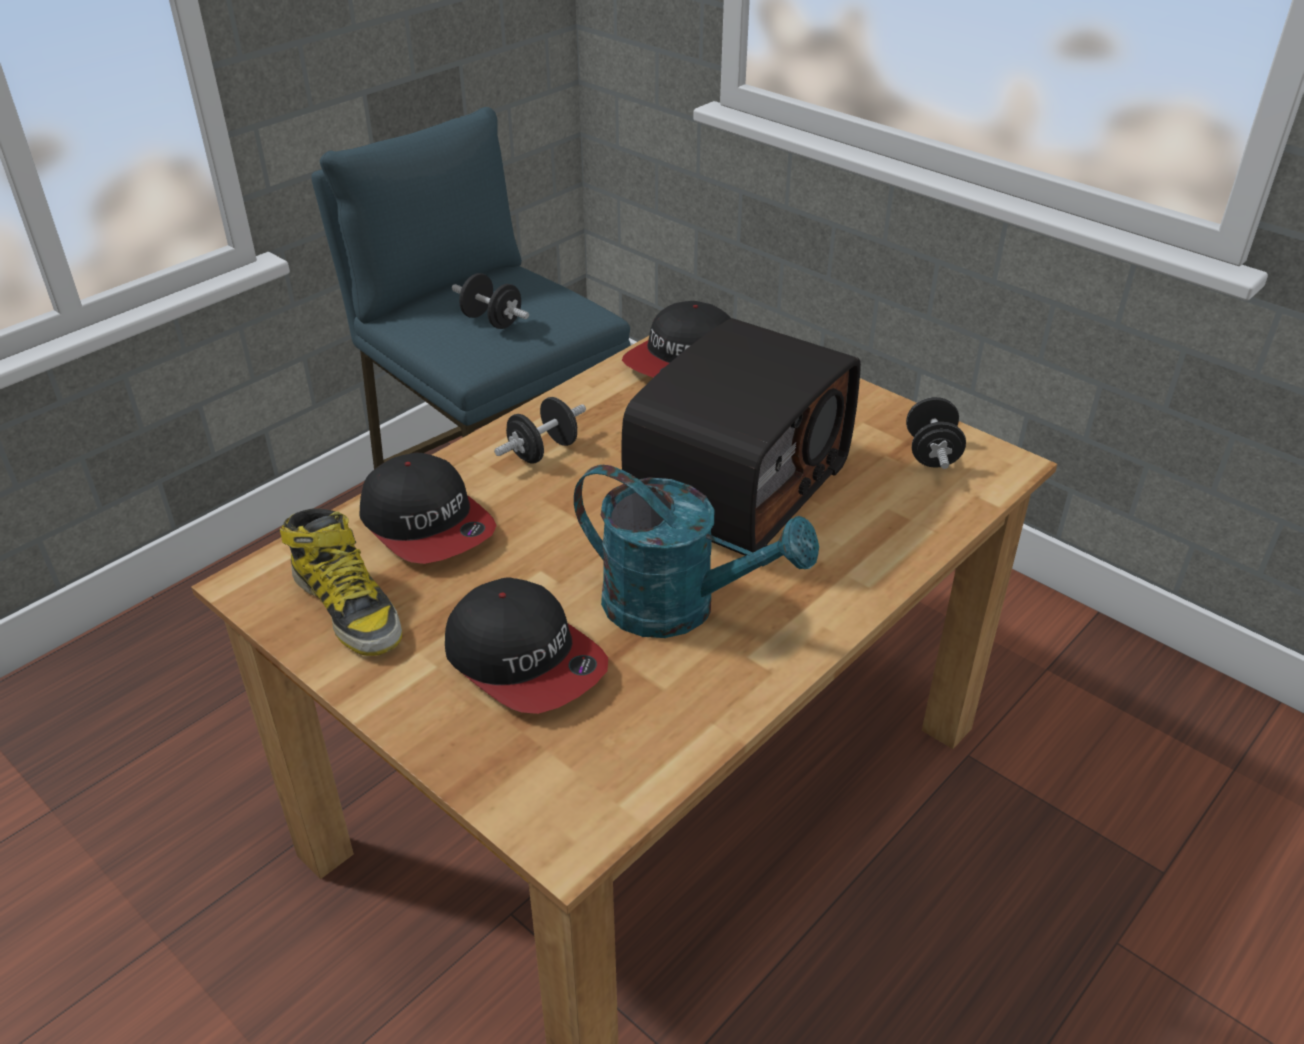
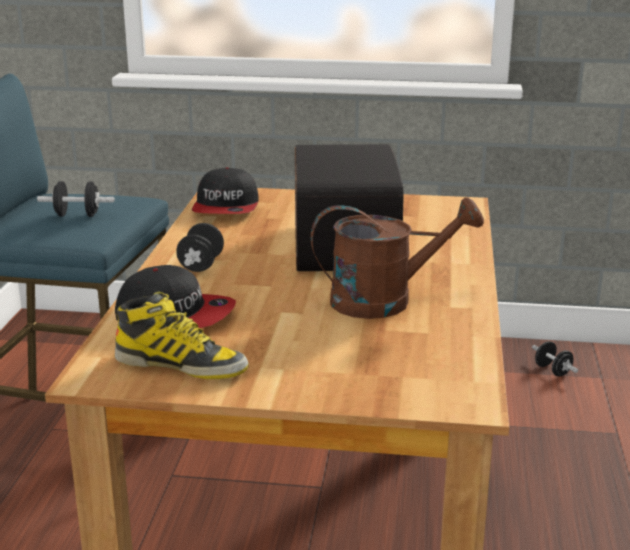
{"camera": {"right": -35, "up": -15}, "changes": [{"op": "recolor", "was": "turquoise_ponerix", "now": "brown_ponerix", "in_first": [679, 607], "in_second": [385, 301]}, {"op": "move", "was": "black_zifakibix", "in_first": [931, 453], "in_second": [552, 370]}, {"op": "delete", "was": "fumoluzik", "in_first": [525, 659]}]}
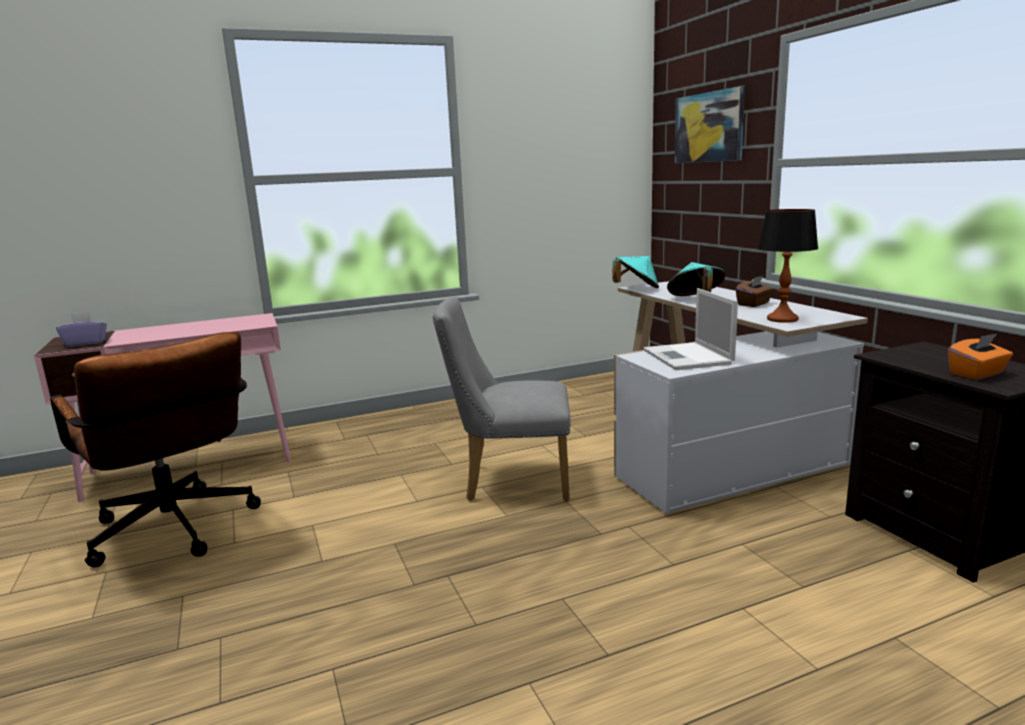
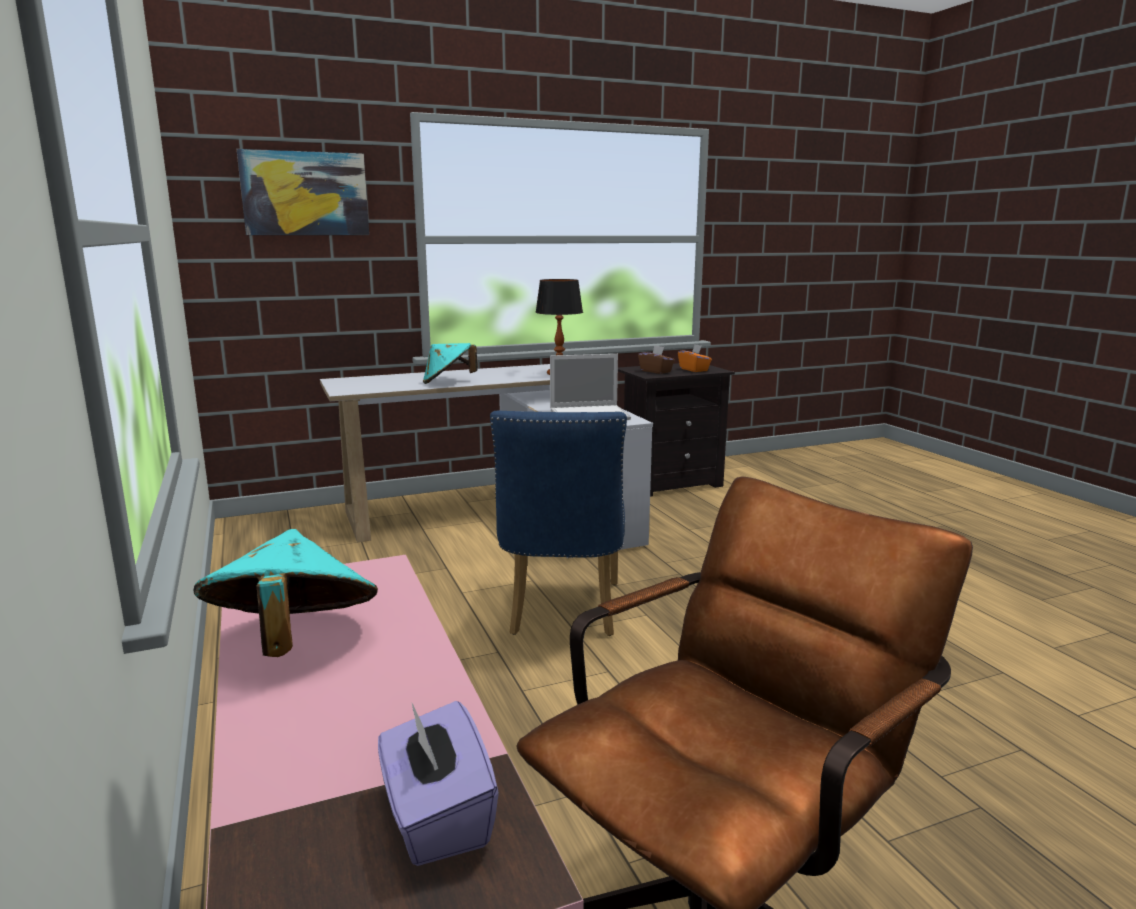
{"camera": {"right": -90, "up": 0}, "changes": [{"op": "move", "was": "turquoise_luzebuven", "in_first": [636, 289], "in_second": [292, 642]}, {"op": "recolor", "was": "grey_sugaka", "now": "blue_sugaka", "in_first": [509, 481], "in_second": [562, 613]}, {"op": "move", "was": "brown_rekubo", "in_first": [753, 304], "in_second": [656, 371]}]}
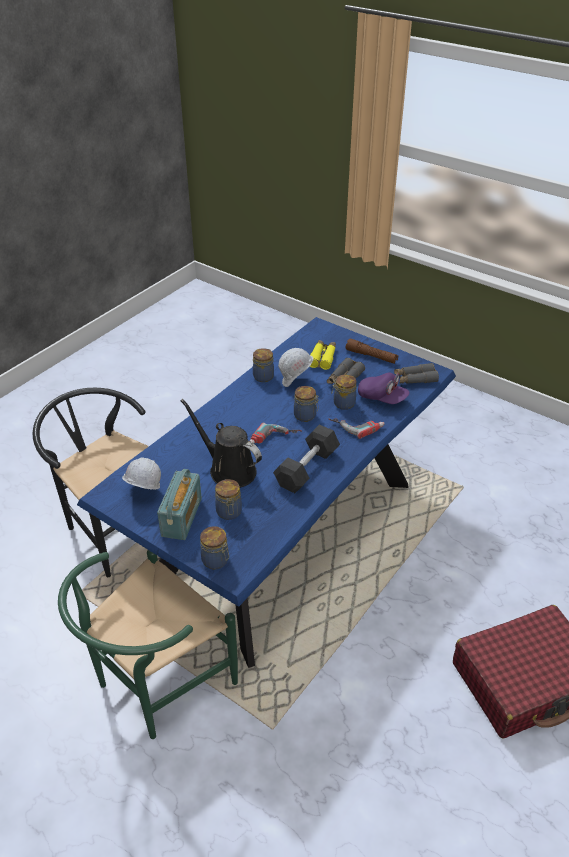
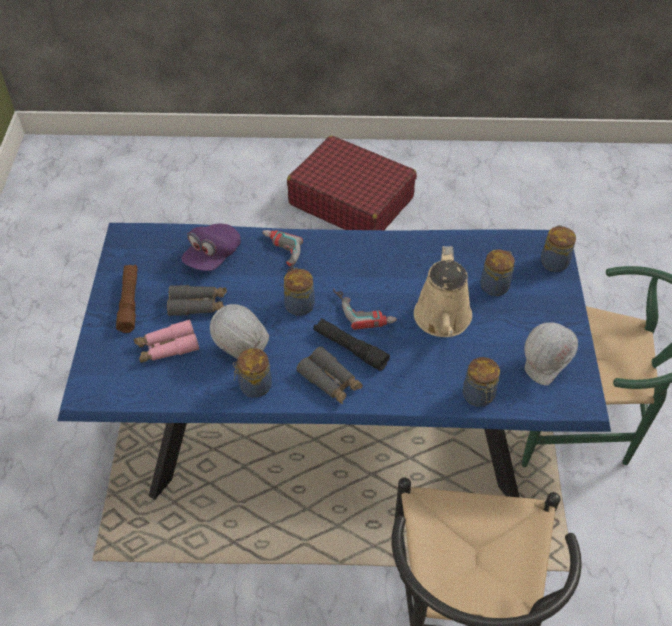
{"camera": {"right": -125, "up": 10}, "changes": [{"op": "recolor", "was": "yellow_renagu", "now": "pink_renagu", "in_first": [322, 358], "in_second": [167, 347]}, {"op": "rotate", "was": "purple_fumoluzik", "in_first": [382, 398], "in_second": [212, 256], "clockwise": -150}, {"op": "move", "was": "grey_renagu", "in_first": [415, 379], "in_second": [330, 381]}, {"op": "insert", "now": "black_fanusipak", "in_second": [350, 348]}, {"op": "recolor", "was": "black_ponerix", "now": "beige_ponerix", "in_first": [229, 470], "in_second": [443, 320]}, {"op": "move", "was": "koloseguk", "in_first": [343, 403], "in_second": [479, 396]}, {"op": "delete", "was": "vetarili", "in_first": [182, 517]}, {"op": "delete", "was": "black_zifakibix", "in_first": [307, 468]}]}
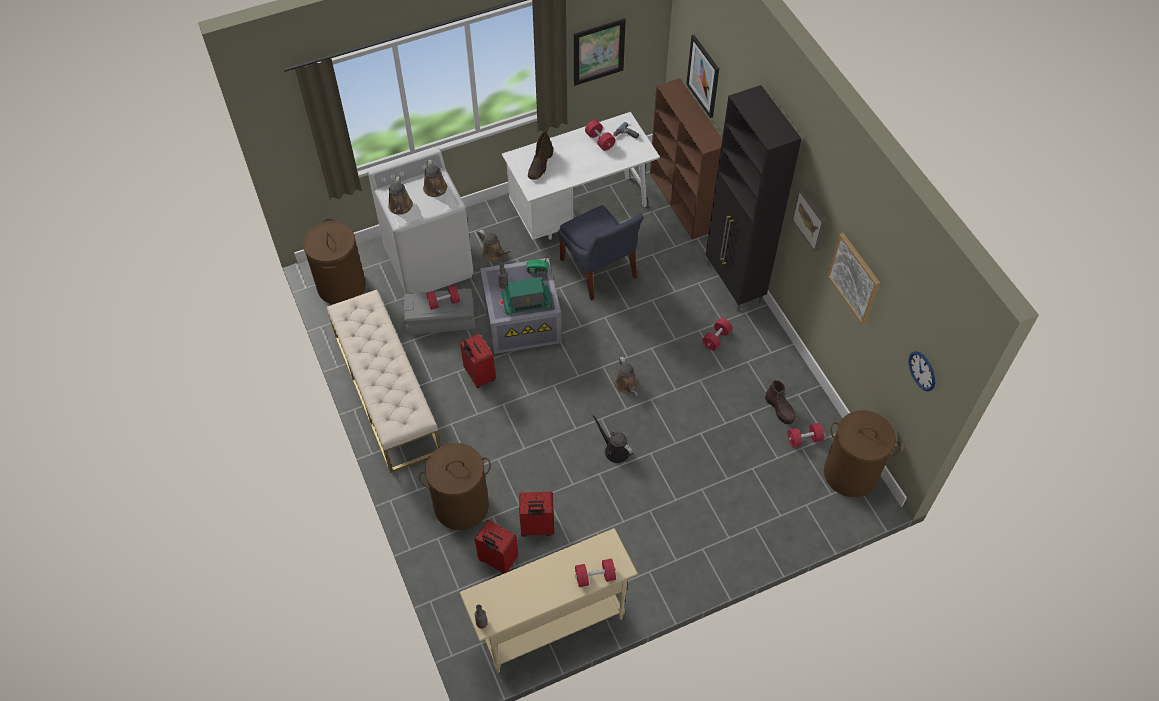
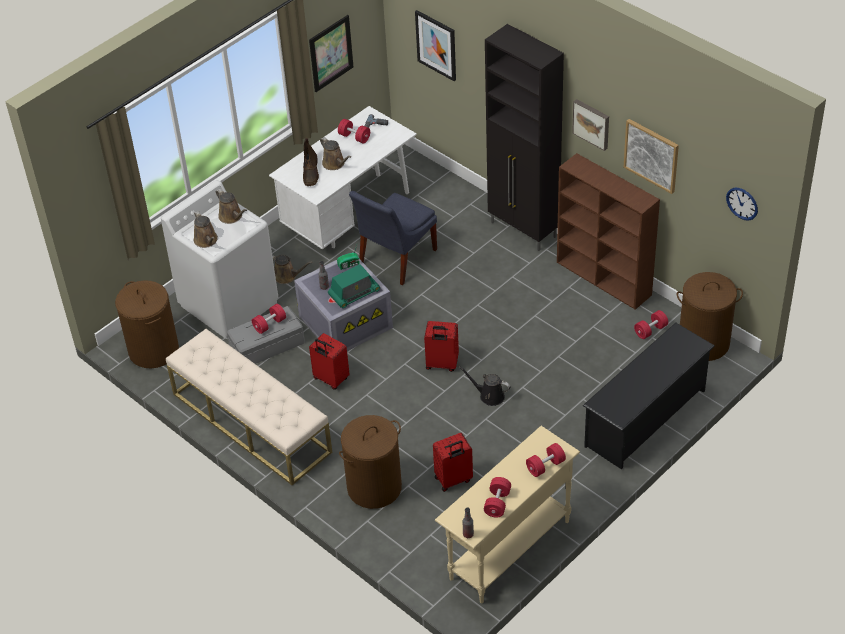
{"camera": {"right": -20, "up": -10}, "changes": [{"op": "move", "was": "brown_ponerix", "in_first": [626, 385], "in_second": [335, 164]}, {"op": "rotate", "was": "blue_sugaka", "in_first": [599, 271], "in_second": [395, 259], "clockwise": 90}, {"op": "move", "was": "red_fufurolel", "in_first": [497, 560], "in_second": [441, 364]}, {"op": "move", "was": "red_zifakibix", "in_first": [716, 339], "in_second": [497, 503]}, {"op": "move", "was": "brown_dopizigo", "in_first": [682, 202], "in_second": [604, 279]}, {"op": "insert", "now": "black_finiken", "in_second": [646, 418]}, {"op": "delete", "was": "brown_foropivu", "in_first": [780, 409]}]}
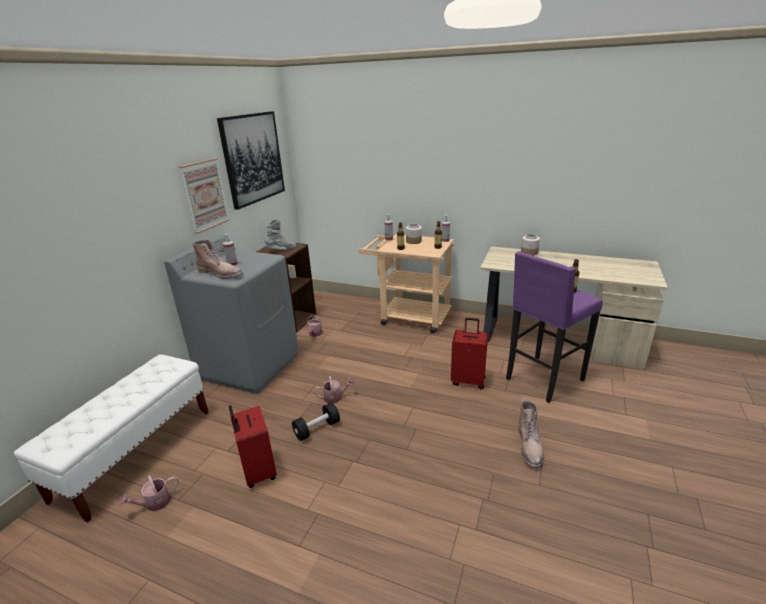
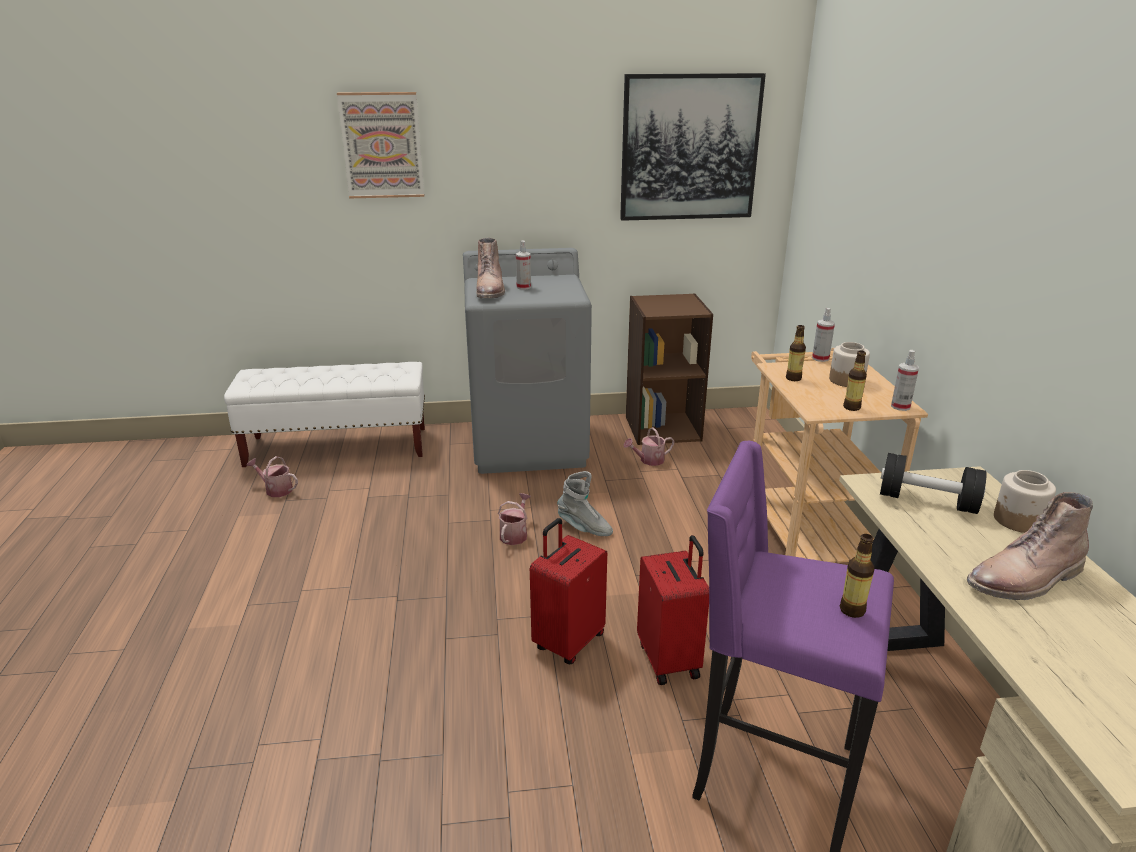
{"camera": {"right": 60, "up": 0}, "changes": [{"op": "move", "was": "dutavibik", "in_first": [205, 195], "in_second": [382, 145]}, {"op": "rotate", "was": "ponerix", "in_first": [335, 397], "in_second": [515, 534], "clockwise": -120}, {"op": "move", "was": "red_fufurolel", "in_first": [258, 472], "in_second": [568, 641]}, {"op": "move", "was": "grey_foropivu", "in_first": [281, 250], "in_second": [584, 528]}, {"op": "move", "was": "black_zifakibix", "in_first": [317, 429], "in_second": [927, 501]}, {"op": "move", "was": "brown_foropivu", "in_first": [530, 446], "in_second": [1025, 580]}]}
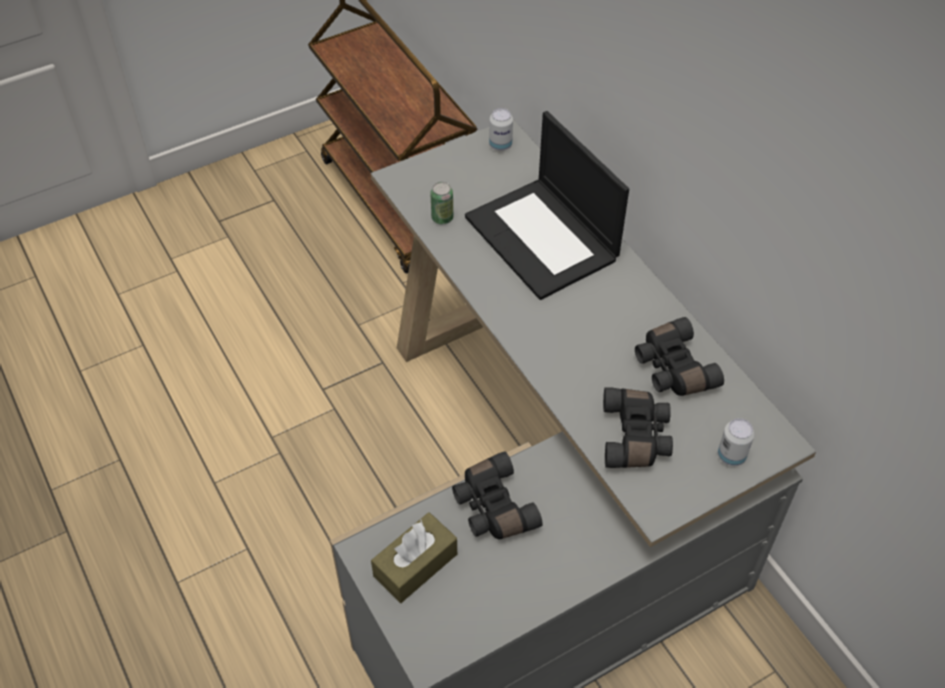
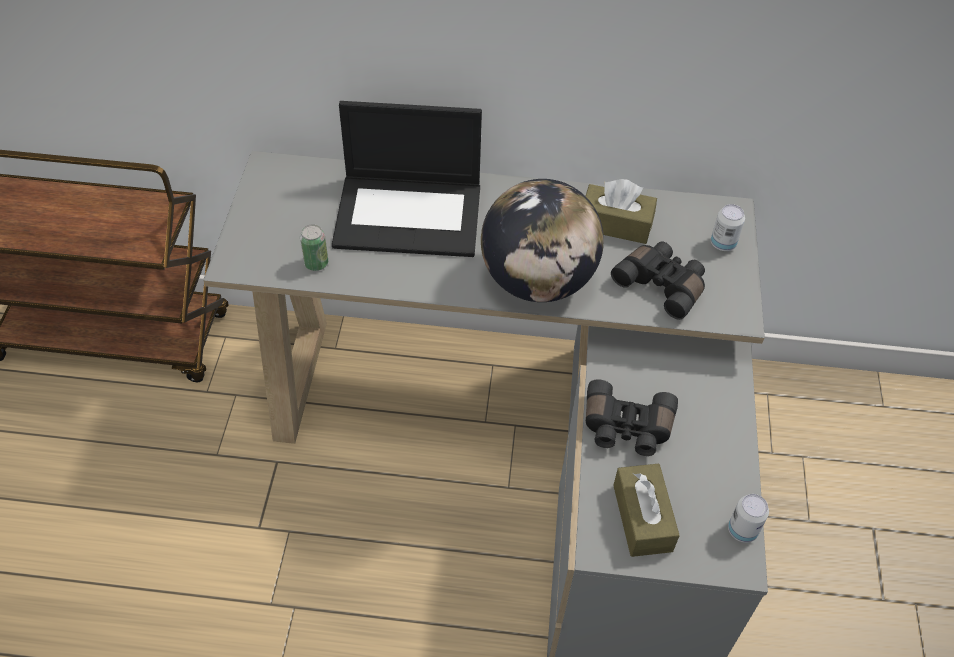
{"camera": {"right": -55, "up": 0}, "changes": [{"op": "insert", "now": "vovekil", "in_second": [537, 281]}, {"op": "replace", "was": "black_renagu", "now": "brown_rekubo", "in_first": [672, 368], "in_second": [615, 224]}, {"op": "move", "was": "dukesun", "in_first": [500, 145], "in_second": [742, 530]}]}
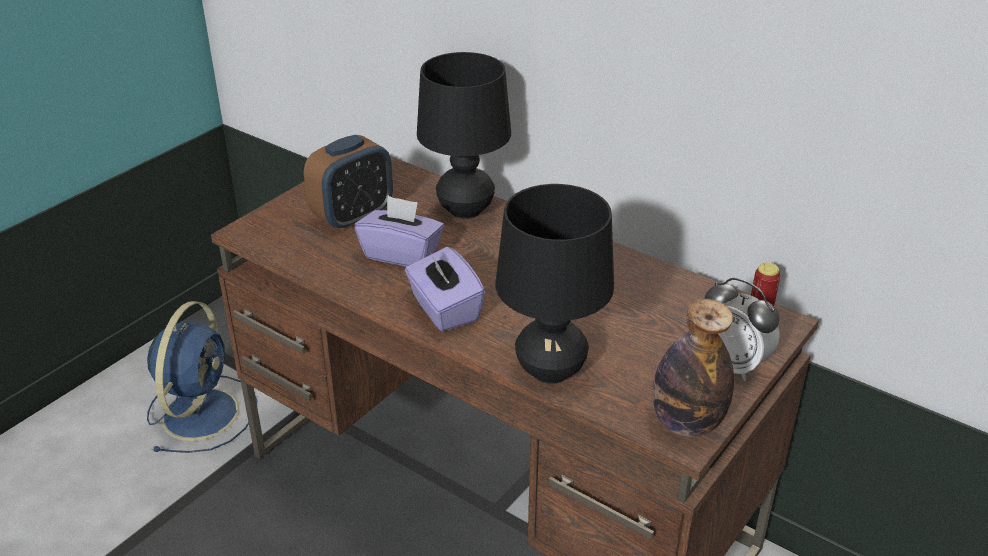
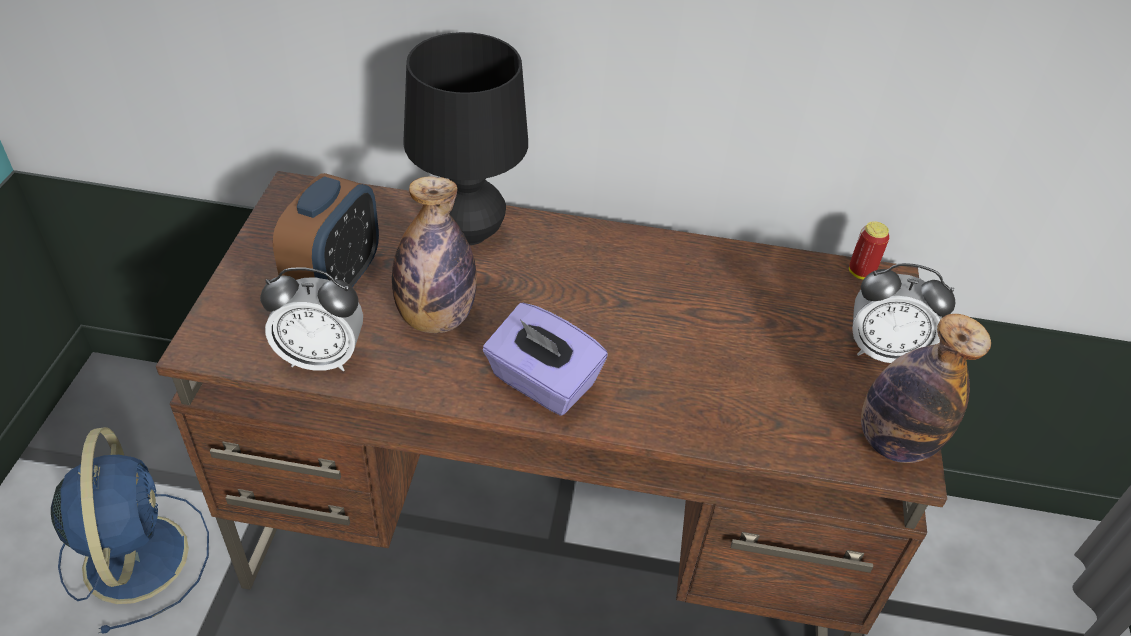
{"camera": {"right": -30, "up": 10}, "changes": [{"op": "insert", "now": "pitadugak", "in_second": [321, 358]}, {"op": "replace", "was": "purple_rekubo", "now": "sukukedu", "in_first": [402, 254], "in_second": [436, 318]}, {"op": "delete", "was": "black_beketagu", "in_first": [551, 371]}]}
